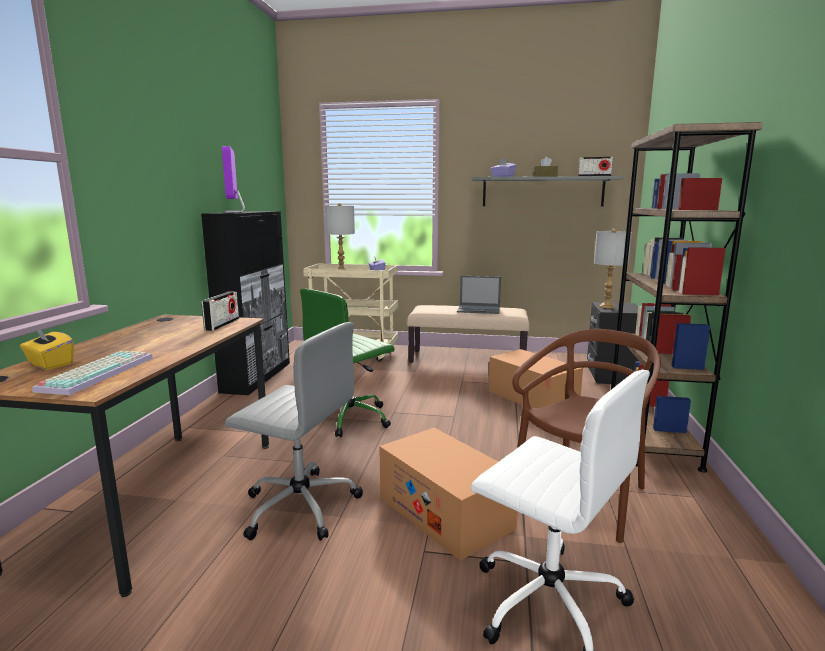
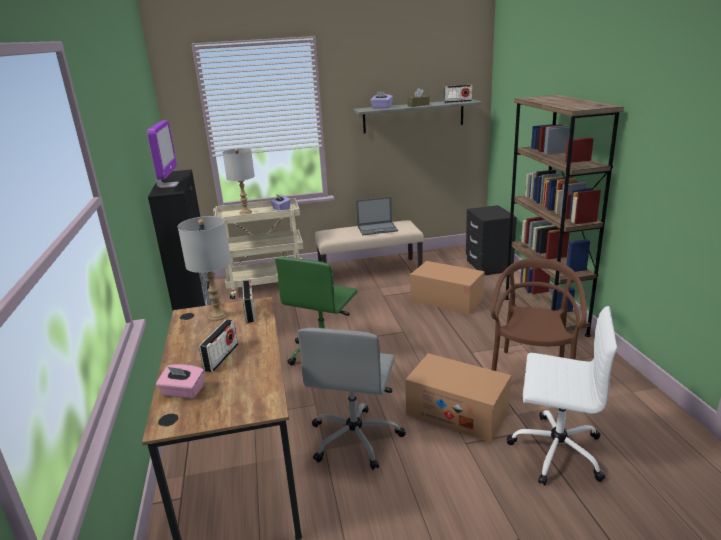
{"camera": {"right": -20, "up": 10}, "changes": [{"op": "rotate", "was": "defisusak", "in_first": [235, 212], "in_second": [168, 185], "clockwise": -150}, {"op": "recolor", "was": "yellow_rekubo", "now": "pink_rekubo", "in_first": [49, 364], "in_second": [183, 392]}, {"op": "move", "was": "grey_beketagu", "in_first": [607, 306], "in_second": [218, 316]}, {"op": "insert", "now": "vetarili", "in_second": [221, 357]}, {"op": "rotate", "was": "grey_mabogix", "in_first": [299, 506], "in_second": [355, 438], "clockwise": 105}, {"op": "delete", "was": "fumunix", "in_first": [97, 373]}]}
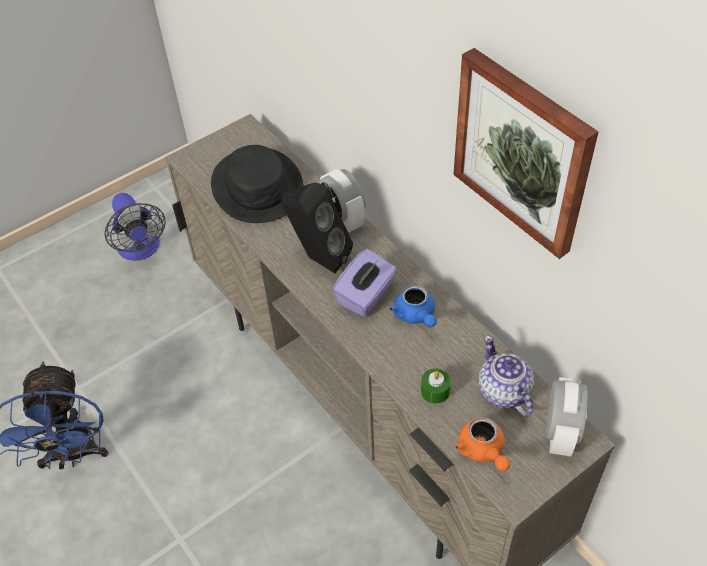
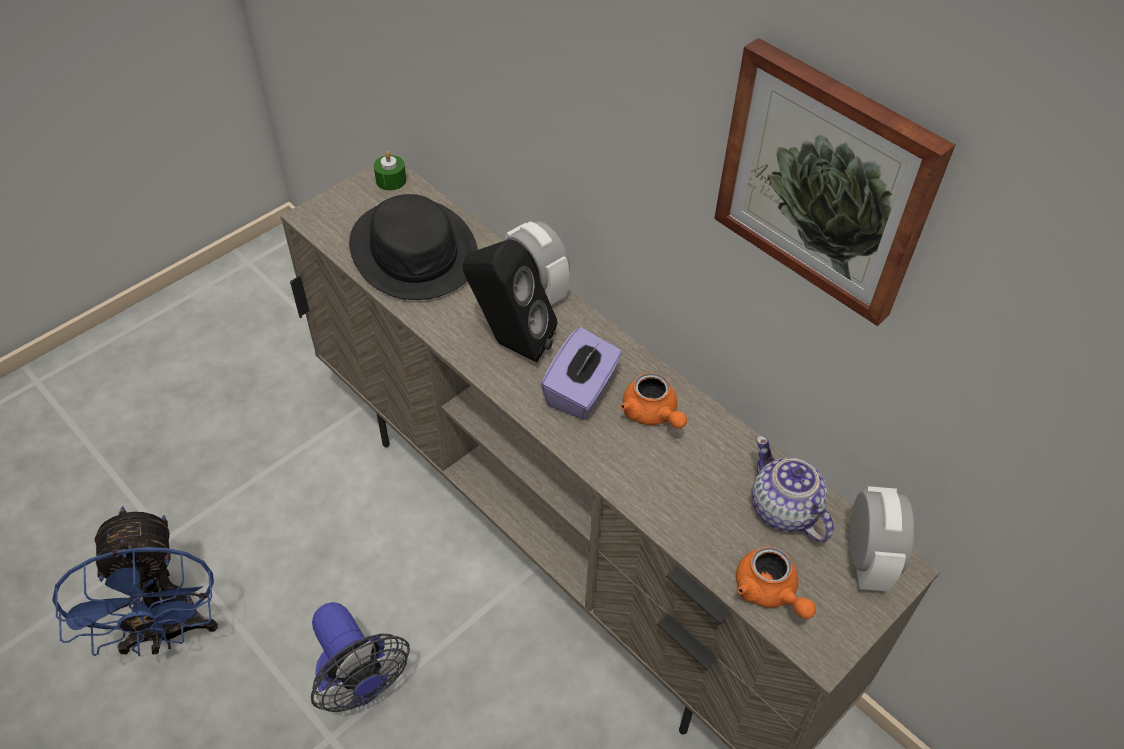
{"camera": {"right": -10, "up": 0}, "changes": [{"op": "move", "was": "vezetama", "in_first": [141, 250], "in_second": [359, 684]}, {"op": "move", "was": "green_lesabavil", "in_first": [435, 391], "in_second": [391, 180]}, {"op": "recolor", "was": "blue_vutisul", "now": "orange_vutisul", "in_first": [416, 316], "in_second": [652, 414]}]}
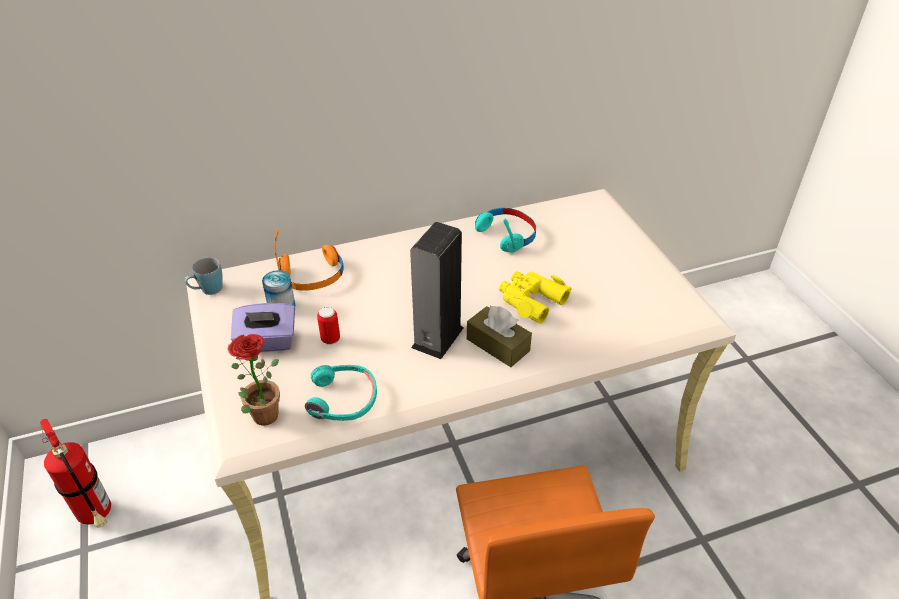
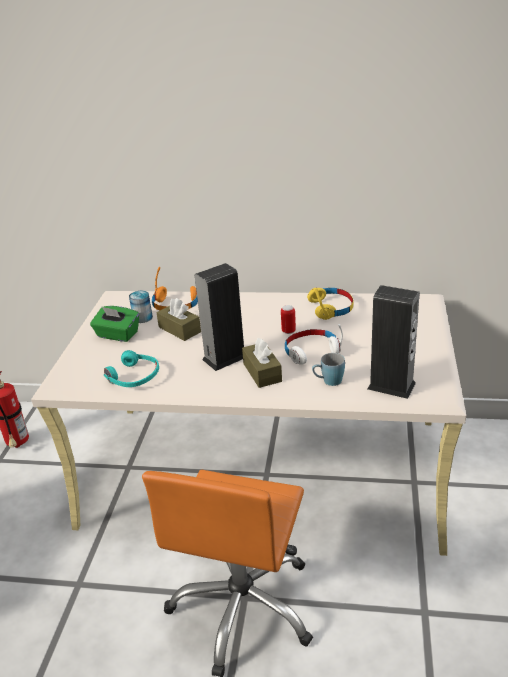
{"camera": {"right": 30, "up": -10}, "changes": [{"op": "recolor", "was": "purple_rekubo", "now": "green_rekubo", "in_first": [267, 342], "in_second": [117, 335]}, {"op": "insert", "now": "brown_rekubo", "in_second": [179, 329]}, {"op": "move", "was": "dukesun", "in_first": [330, 339], "in_second": [288, 331]}, {"op": "replace", "was": "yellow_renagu", "now": "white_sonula", "in_first": [531, 300], "in_second": [311, 352]}, {"op": "recolor", "was": "turquoise_sonula", "now": "yellow_sonula", "in_first": [507, 235], "in_second": [331, 308]}, {"op": "move", "was": "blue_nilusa", "in_first": [207, 290], "in_second": [328, 381]}, {"op": "insert", "now": "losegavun", "in_second": [391, 386]}, {"op": "delete", "was": "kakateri", "in_first": [260, 413]}]}
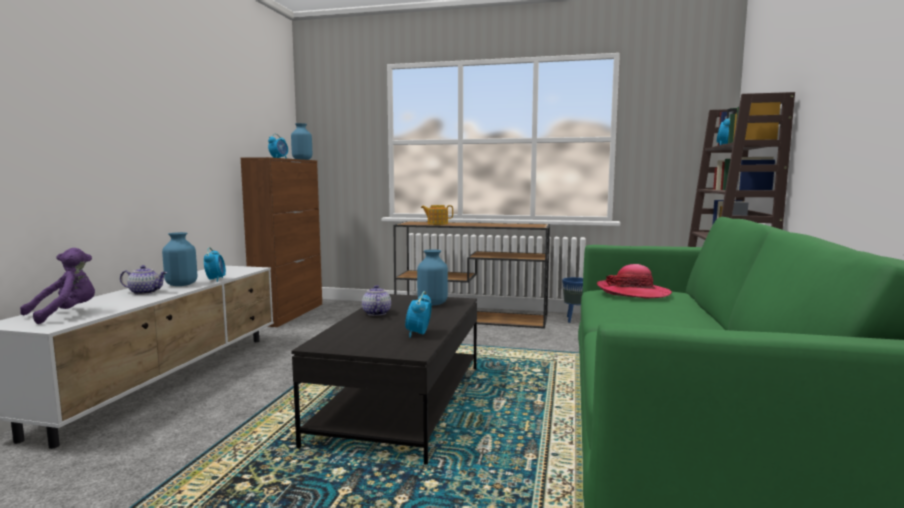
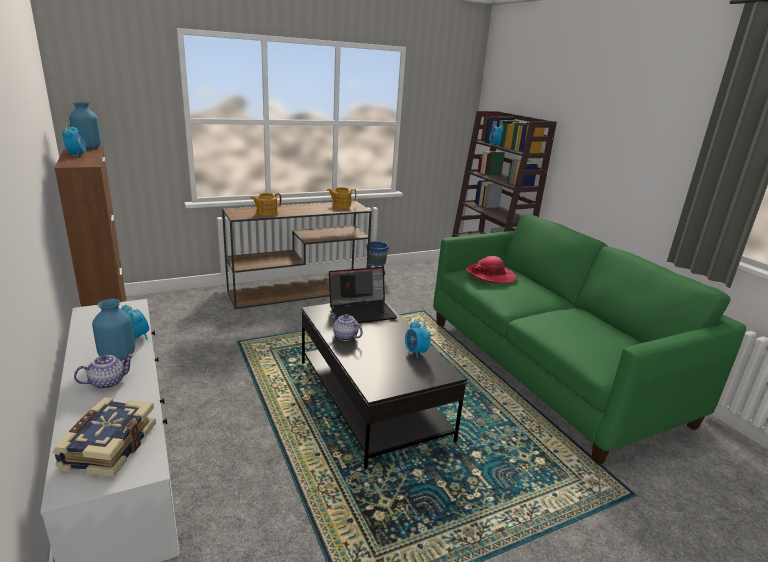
{"camera": {"right": -40, "up": 15}, "changes": [{"op": "replace", "was": "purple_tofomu", "now": "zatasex", "in_first": [66, 314], "in_second": [108, 447]}, {"op": "insert", "now": "vutisul", "in_second": [341, 205]}, {"op": "replace", "was": "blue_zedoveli", "now": "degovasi", "in_first": [433, 303], "in_second": [362, 311]}]}
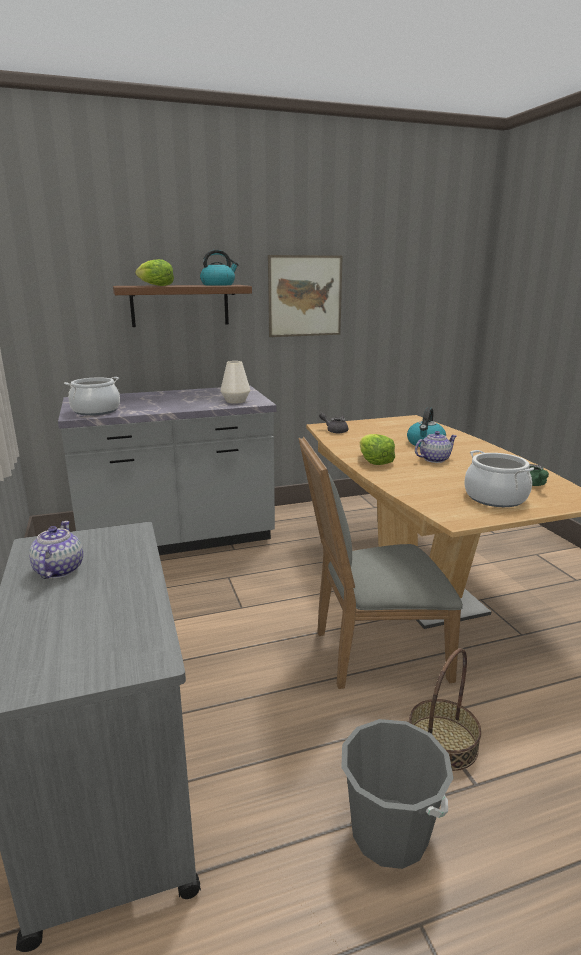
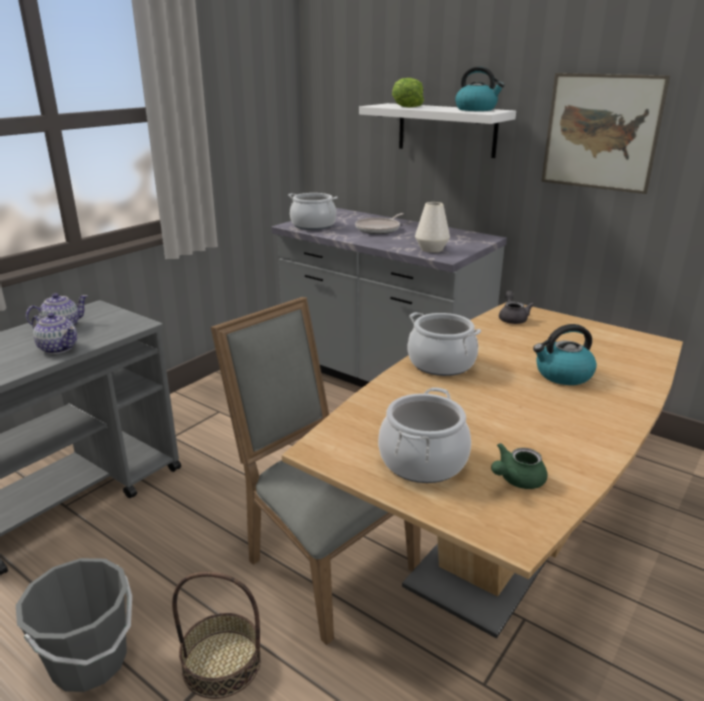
{"camera": {"right": 55, "up": 5}, "changes": [{"op": "move", "was": "vutisul", "in_first": [434, 459], "in_second": [58, 348]}, {"op": "insert", "now": "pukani", "in_second": [379, 229]}, {"op": "recolor", "was": "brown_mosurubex", "now": "white_mosurubex", "in_first": [180, 305], "in_second": [446, 130]}, {"op": "replace", "was": "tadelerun", "now": "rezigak", "in_first": [374, 461], "in_second": [441, 363]}]}
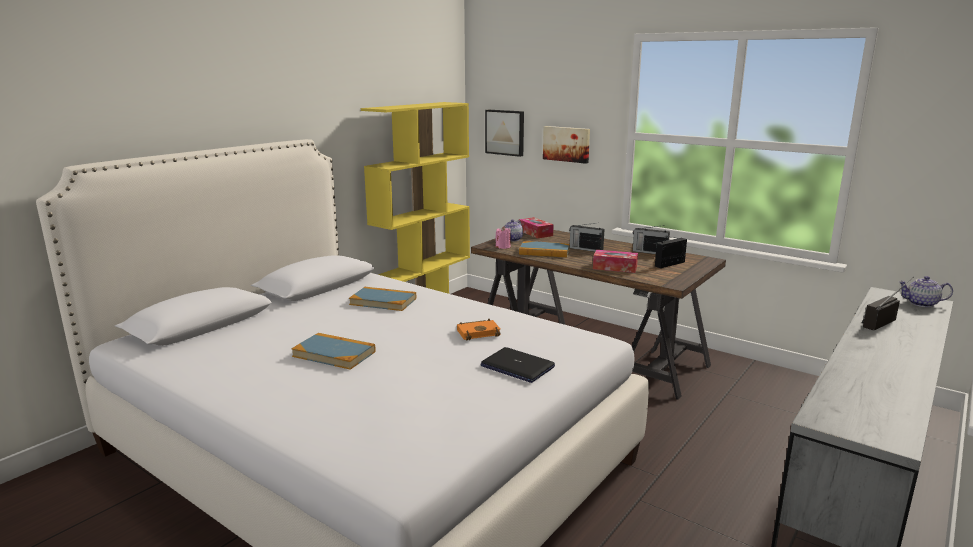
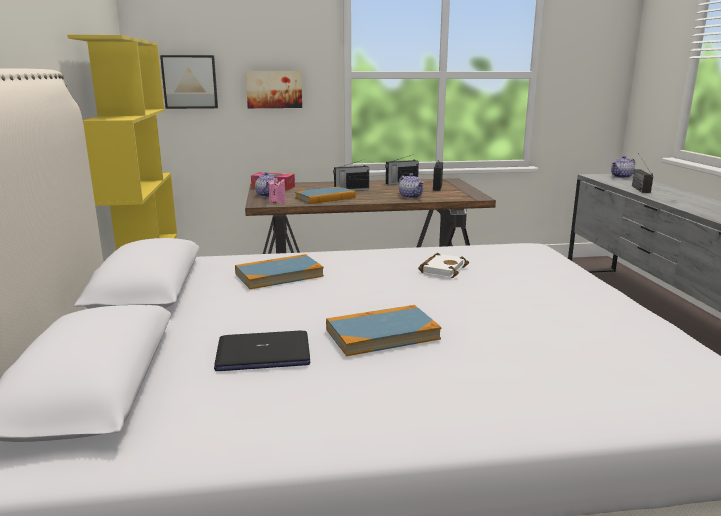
{"camera": {"right": -45, "up": 0}, "changes": [{"op": "move", "was": "degovasi", "in_first": [517, 366], "in_second": [263, 354]}, {"op": "replace", "was": "rekubo", "now": "vutisul", "in_first": [615, 267], "in_second": [411, 196]}, {"op": "recolor", "was": "orange_zatasex", "now": "white_zatasex", "in_first": [479, 332], "in_second": [442, 269]}]}
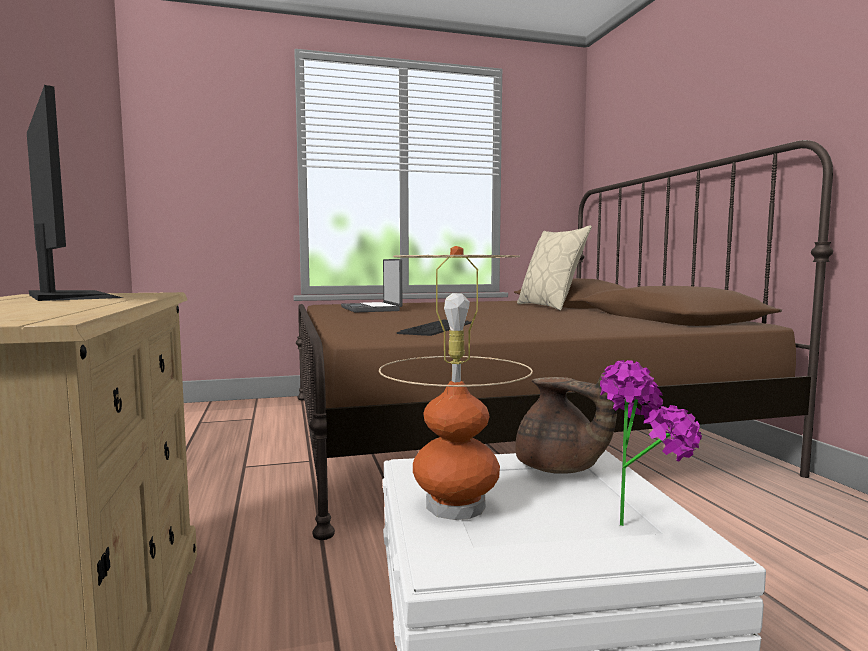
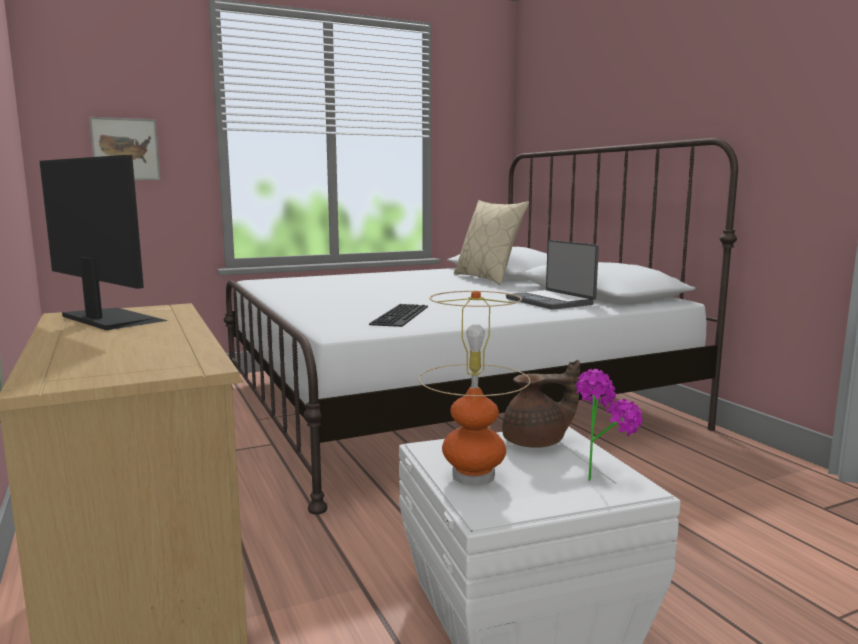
{"camera": {"right": -10, "up": 5}, "changes": [{"op": "insert", "now": "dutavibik", "in_second": [125, 149]}, {"op": "recolor", "was": "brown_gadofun", "now": "white_gadofun", "in_first": [499, 429], "in_second": [444, 401]}, {"op": "rotate", "was": "brown_vutisul", "in_first": [559, 468], "in_second": [537, 442], "clockwise": -45}, {"op": "move", "was": "degovasi", "in_first": [372, 309], "in_second": [551, 301]}]}
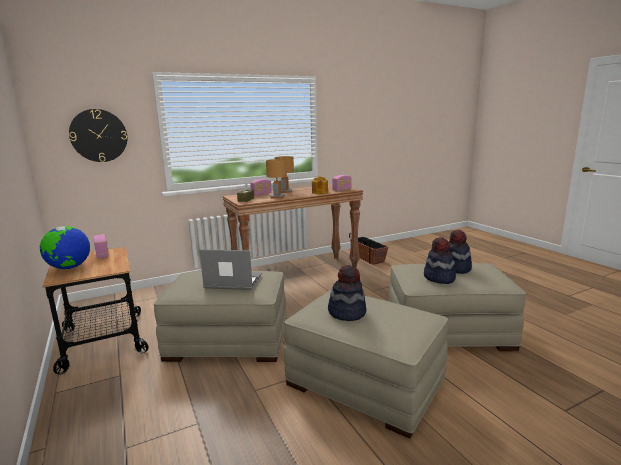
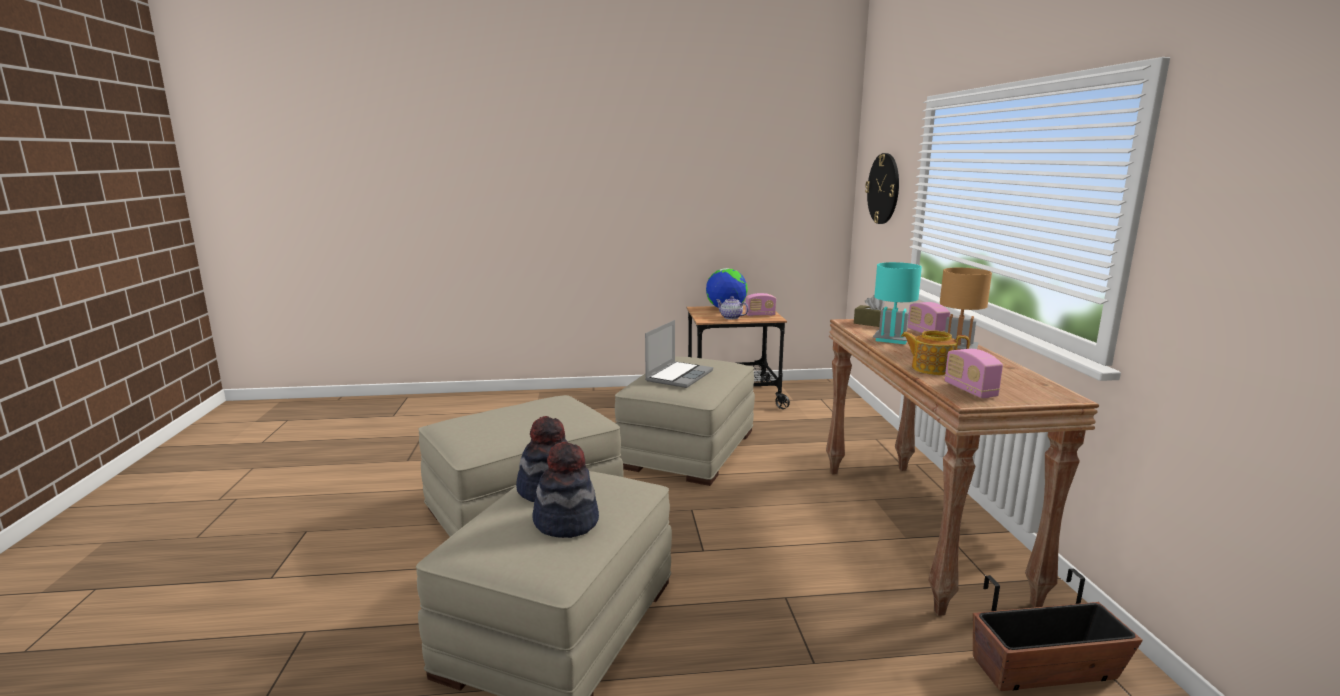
{"camera": {"right": 110, "up": 0}, "changes": [{"op": "insert", "now": "vutisul", "in_second": [731, 317]}, {"op": "recolor", "was": "brown_beketagu", "now": "turquoise_beketagu", "in_first": [277, 197], "in_second": [892, 340]}, {"op": "delete", "was": "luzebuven", "in_first": [347, 312]}]}
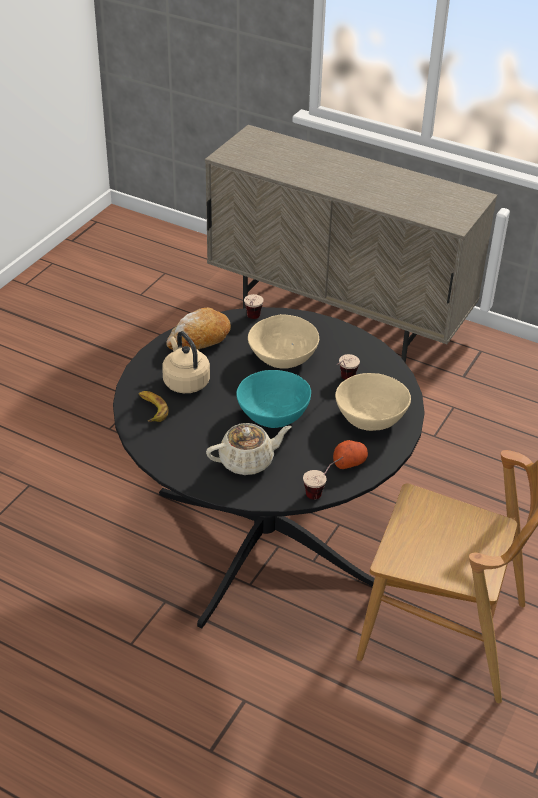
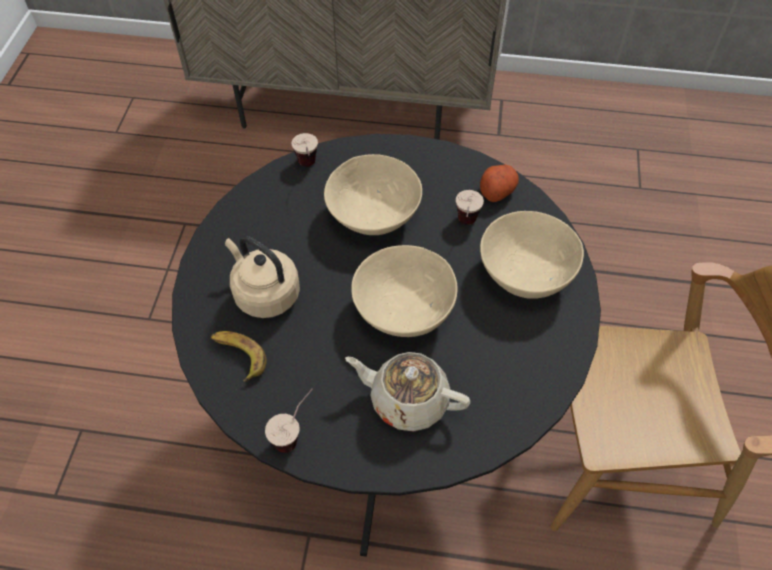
{"camera": {"right": -20, "up": 15}, "changes": [{"op": "move", "was": "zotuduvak", "in_first": [322, 491], "in_second": [295, 433]}, {"op": "rotate", "was": "beige_vutisul", "in_first": [248, 461], "in_second": [407, 399], "clockwise": -120}, {"op": "recolor", "was": "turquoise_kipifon", "now": "beige_kipifon", "in_first": [272, 414], "in_second": [403, 309]}, {"op": "move", "was": "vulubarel", "in_first": [349, 462], "in_second": [497, 190]}, {"op": "delete", "was": "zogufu", "in_first": [199, 339]}]}
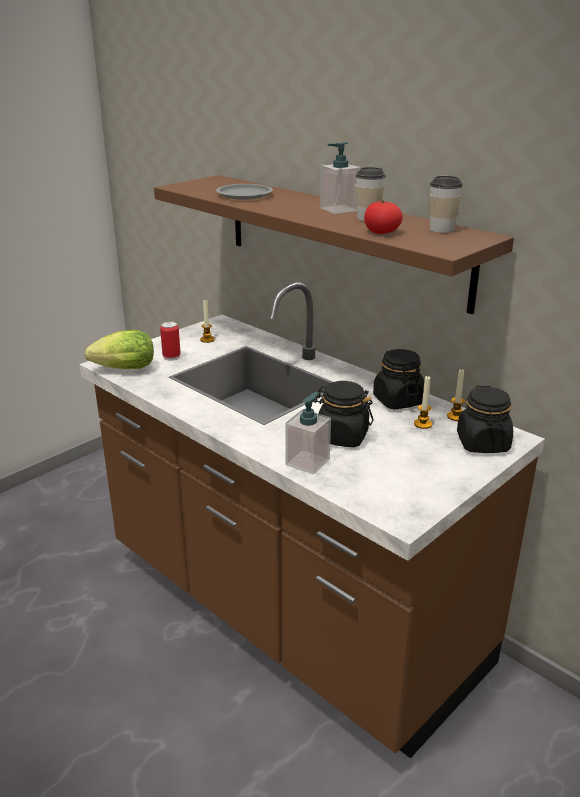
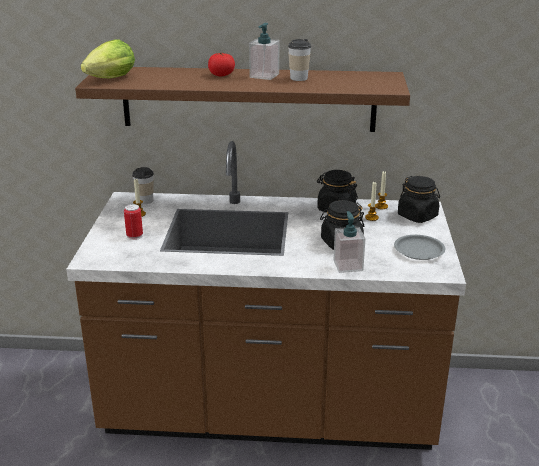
{"camera": {"right": -40, "up": 0}, "changes": [{"op": "move", "was": "tadelerun", "in_first": [121, 369], "in_second": [108, 79]}, {"op": "move", "was": "zotuduvak", "in_first": [441, 229], "in_second": [145, 201]}, {"op": "move", "was": "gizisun", "in_first": [381, 232], "in_second": [221, 75]}, {"op": "move", "was": "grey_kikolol", "in_first": [245, 195], "in_second": [419, 250]}]}
